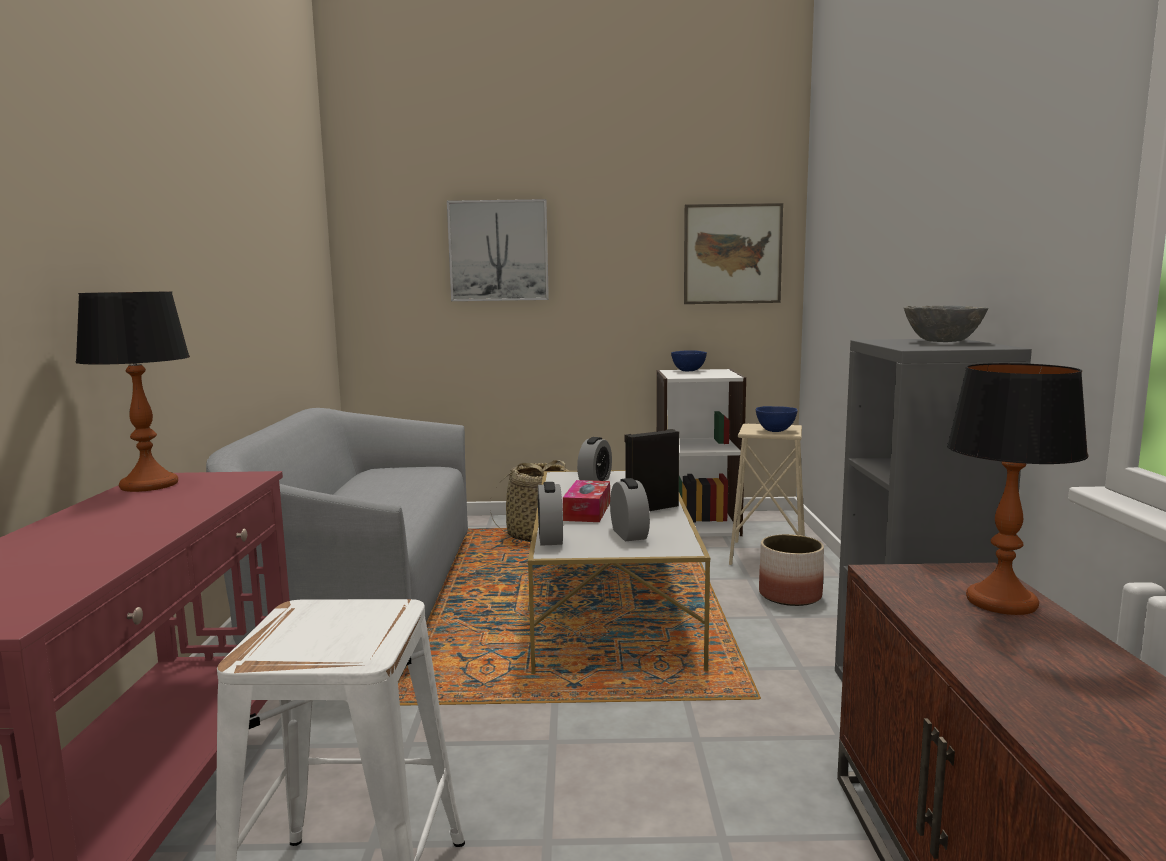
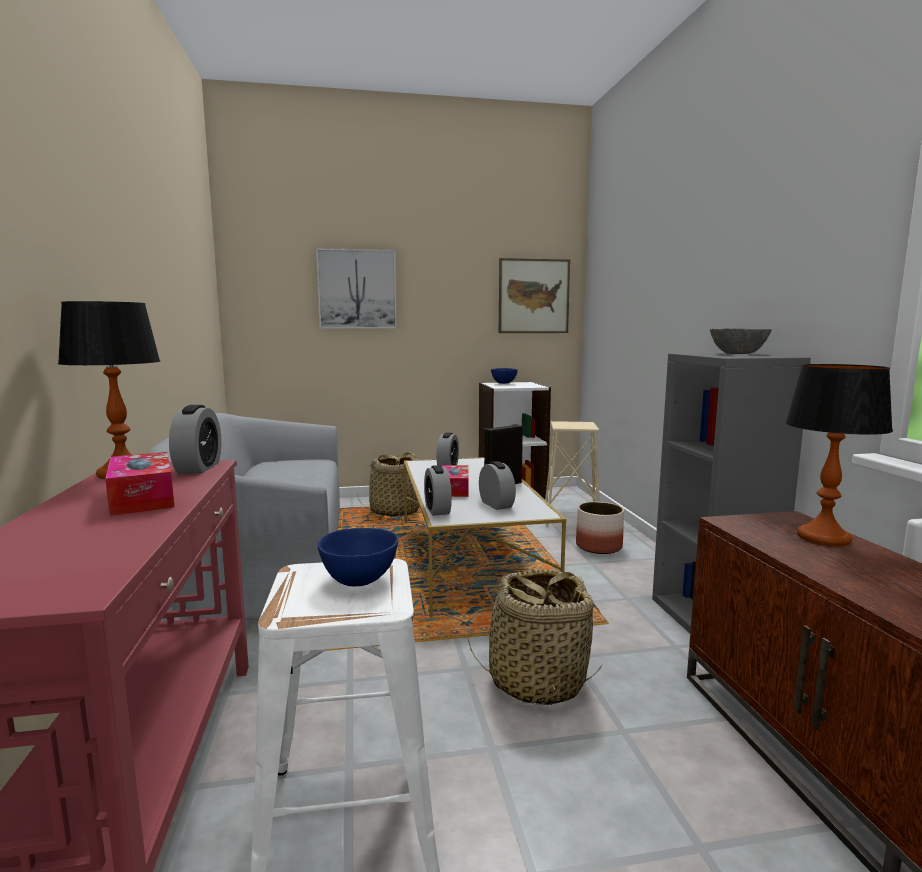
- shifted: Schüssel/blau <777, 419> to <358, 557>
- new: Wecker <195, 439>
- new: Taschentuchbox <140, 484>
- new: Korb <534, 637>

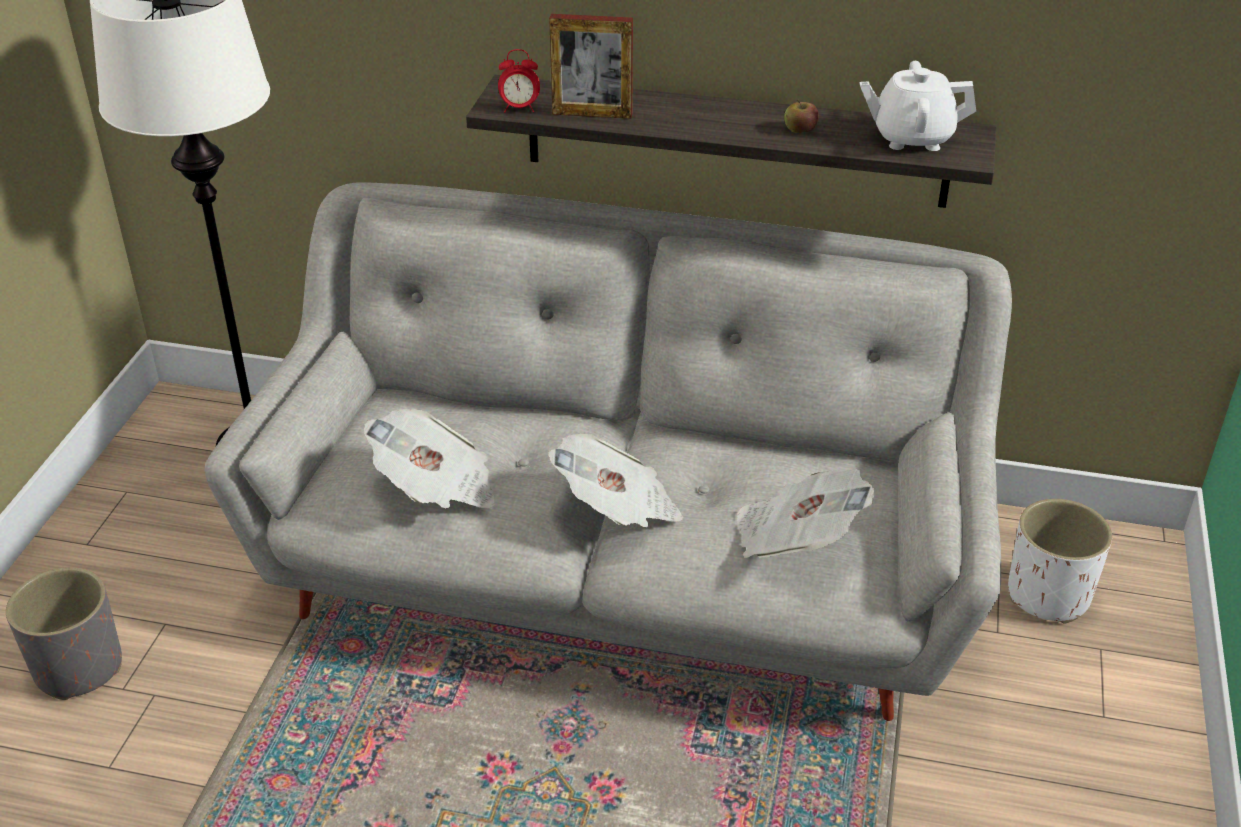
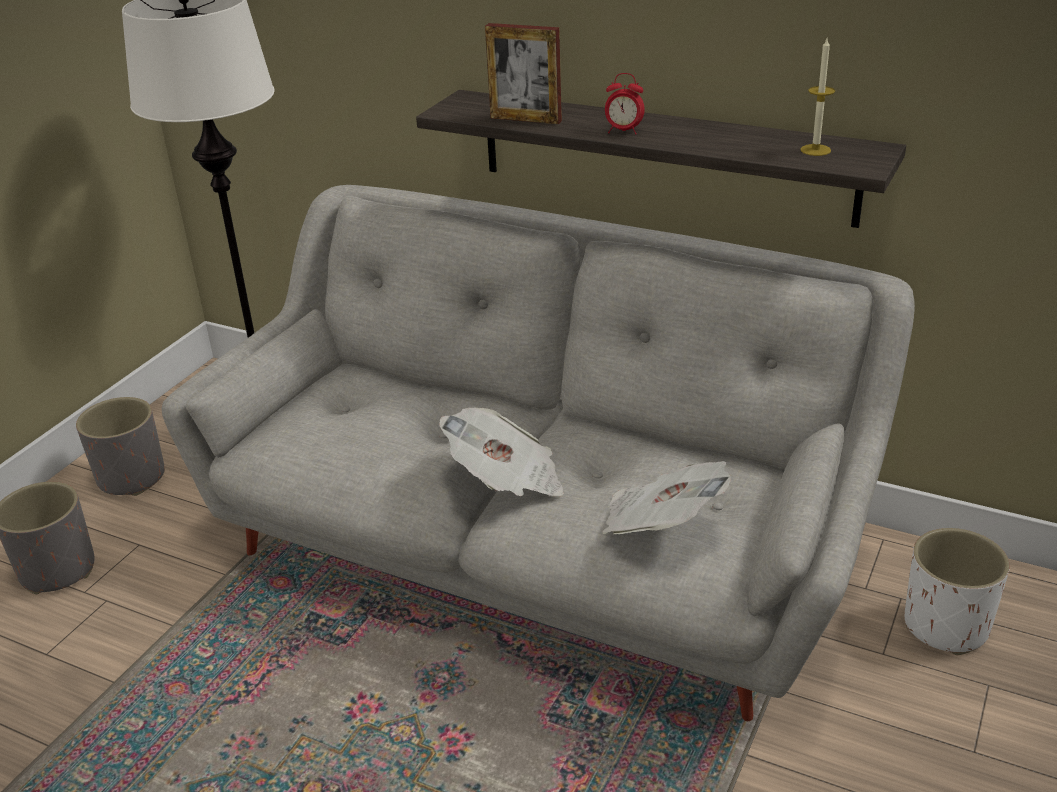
- shifted: Wecker <519, 80> to <625, 104>
- swapped: Teekanne/weiß <918, 106> to Kerze <817, 97>
- gone: Apfel <801, 116>
- gone: Zeitung <429, 459>
- new: Pflanzkübel/grau <120, 446>

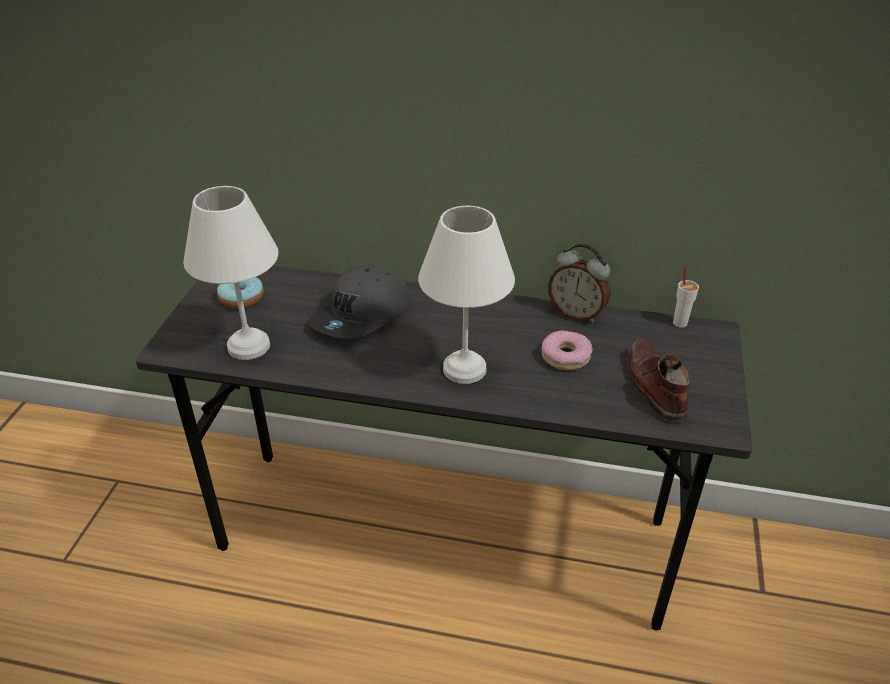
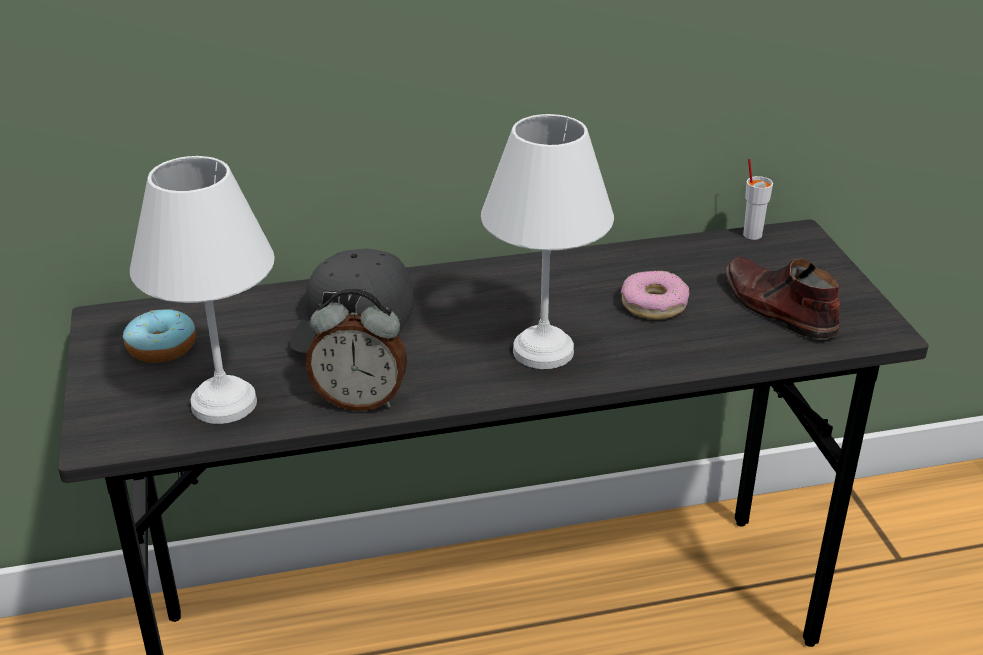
- shifted: Wecker <579, 283> to <356, 349>

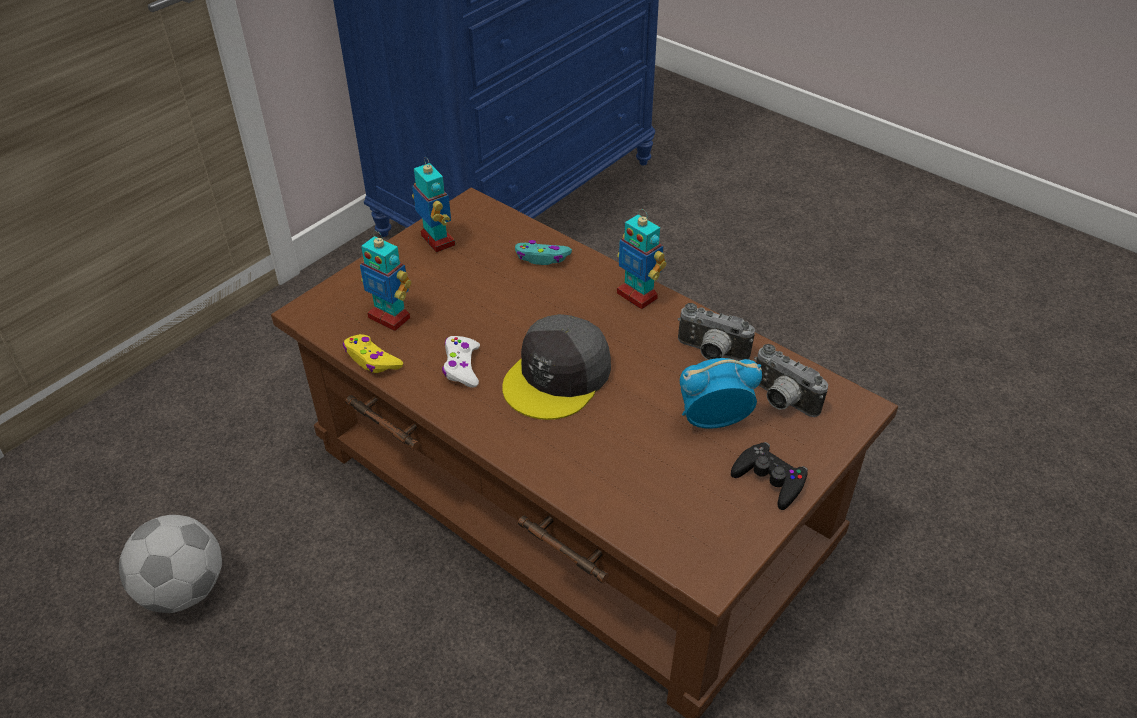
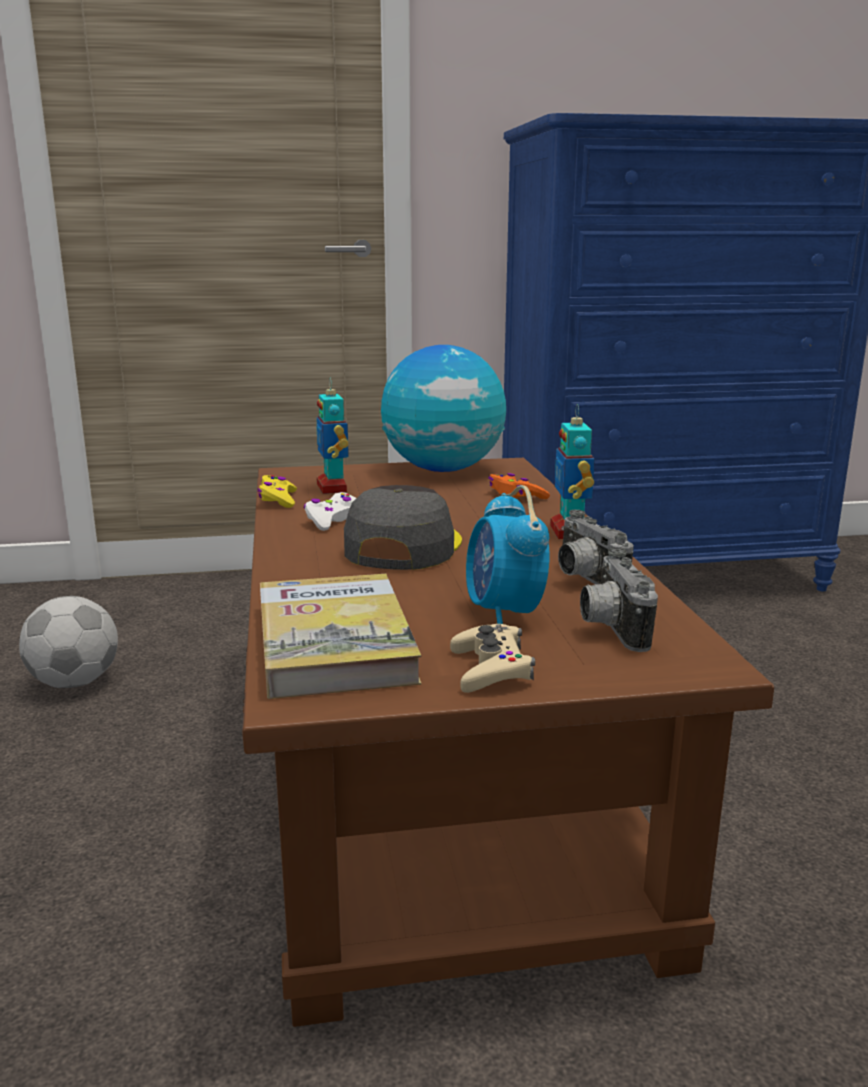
- swapped: Spielzeugroboter <433, 205> to Globus <443, 408>
- repainted: Gamepad/türkis <543, 252> to Gamepad/orange <519, 486>
- rotated: Kappe/grau <556, 367> = <403, 527> 120 degrees clockwise
- rotated: Wecker <721, 393> = <508, 554> 135 degrees counterclockwise
- repainted: Gamepad/schwarz <769, 476> to Gamepad/beige <492, 658>
- new: Buch <341, 636>

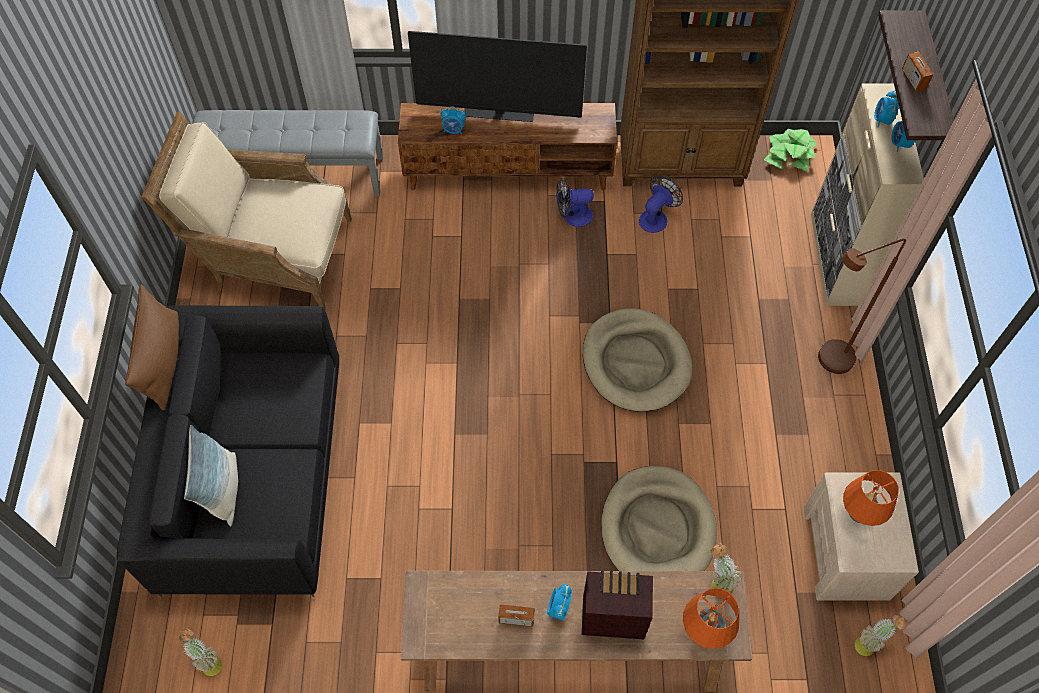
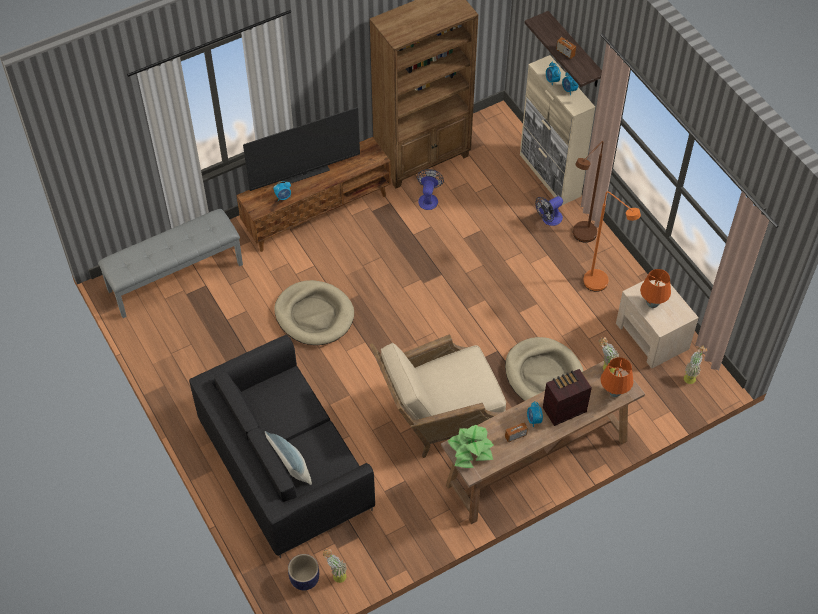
- shifted: Sessel/beige <246, 211> to <438, 396>
- shifted: Topfpflanze <790, 150> to <471, 446>
- shifted: Ventilator <575, 202> to <549, 211>
- gone: Kissen/braun <152, 348>
- shifted: Hundebett/beige <637, 360> to <314, 312>
- new: Stehlampe/orange <612, 241>
- new: Pflanzkübel <303, 572>

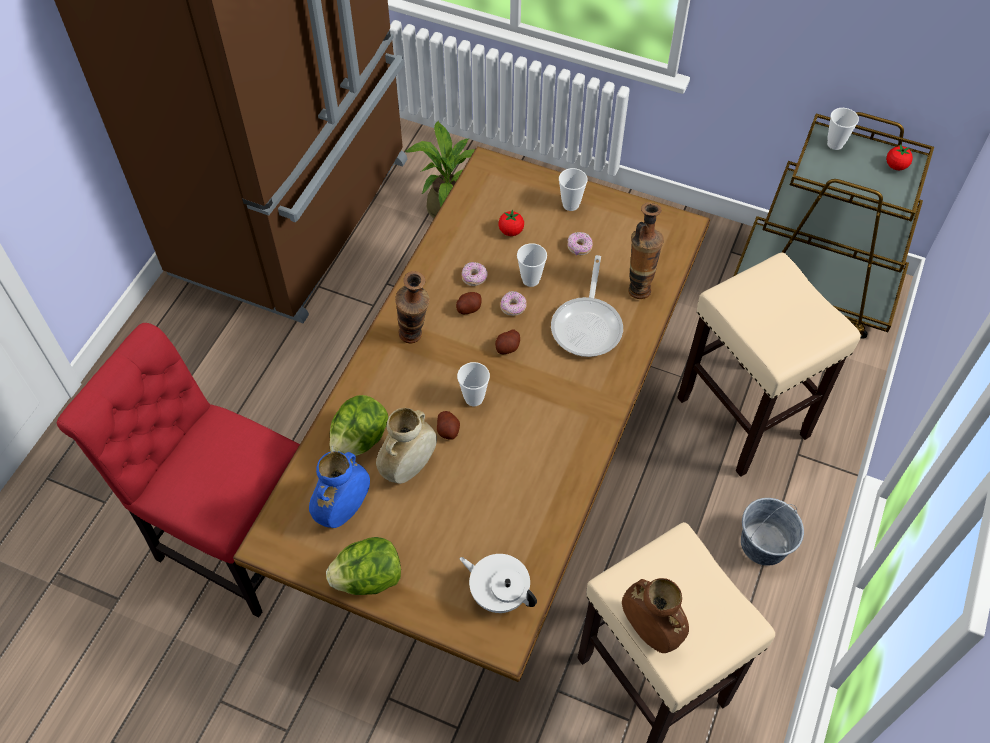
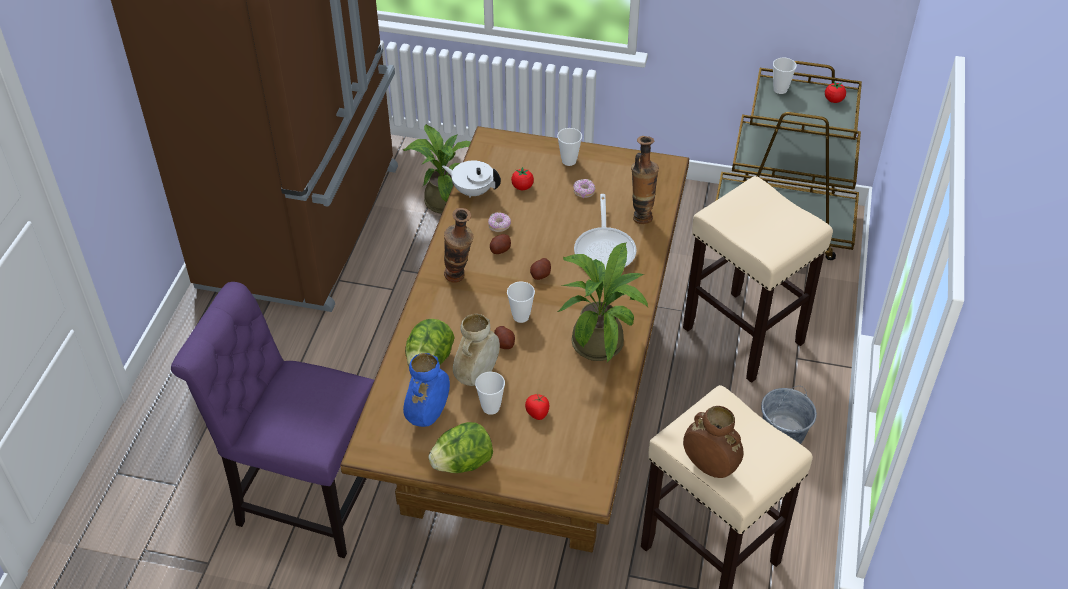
- shifted: Tasse <532, 265> to <490, 393>
- gone: Donut <513, 303>
- repainted: Stuhl/rot <178, 470> to Stuhl/lila <272, 420>
- shifted: Teekanne/weiß <498, 583> to <471, 179>
- new: Topfpflanze <602, 303>
- new: Tomate <537, 407>

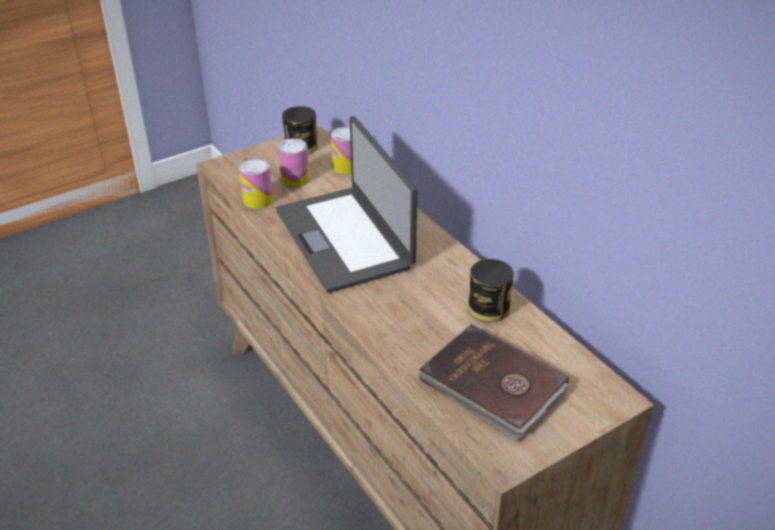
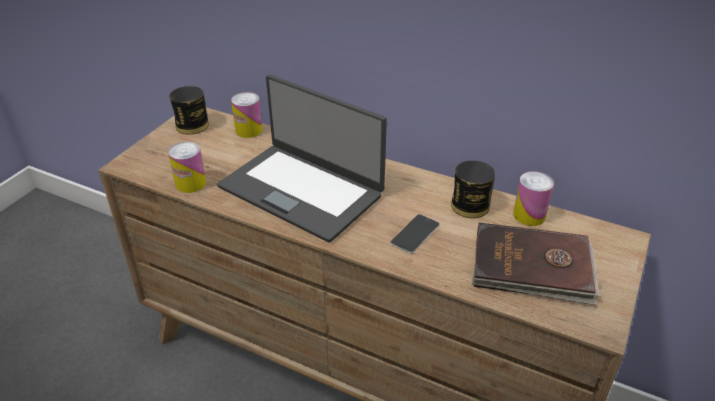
- shifted: Dose <294, 162> to <533, 198>
- new: Handy <415, 234>

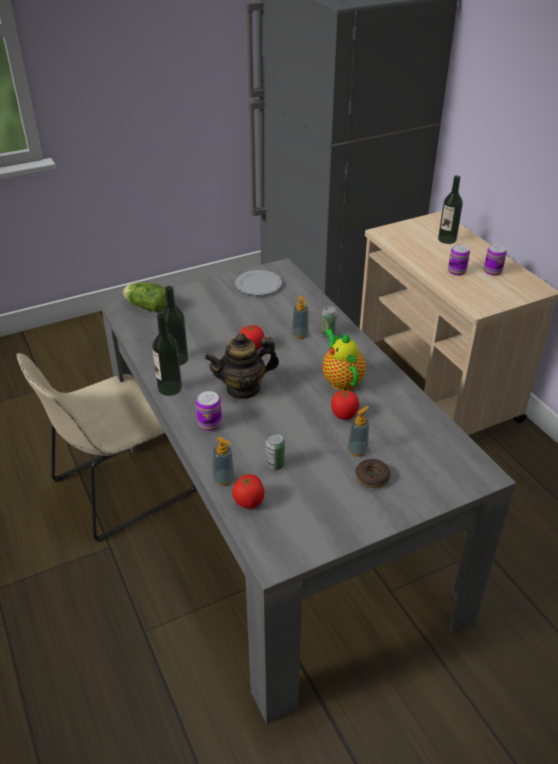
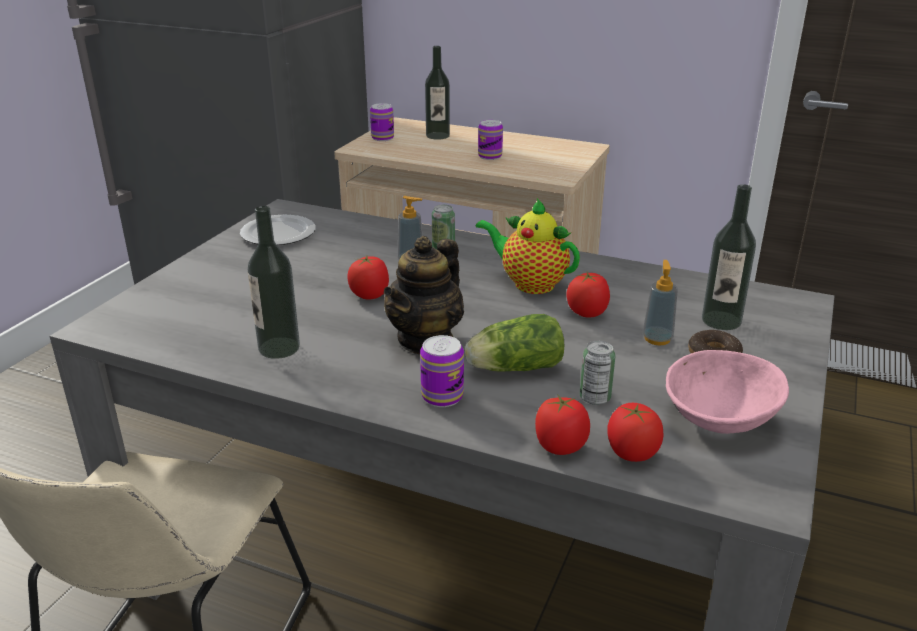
- shifted: Dose <495, 260> to <382, 122>
- shifted: Salatkopf <145, 297> to <514, 342>
- shifted: Flasche <167, 354> to <729, 257>
- swapped: Seifenspender <223, 461> to Tomate <562, 424>
- new: Schüssel/rosa <727, 392>

